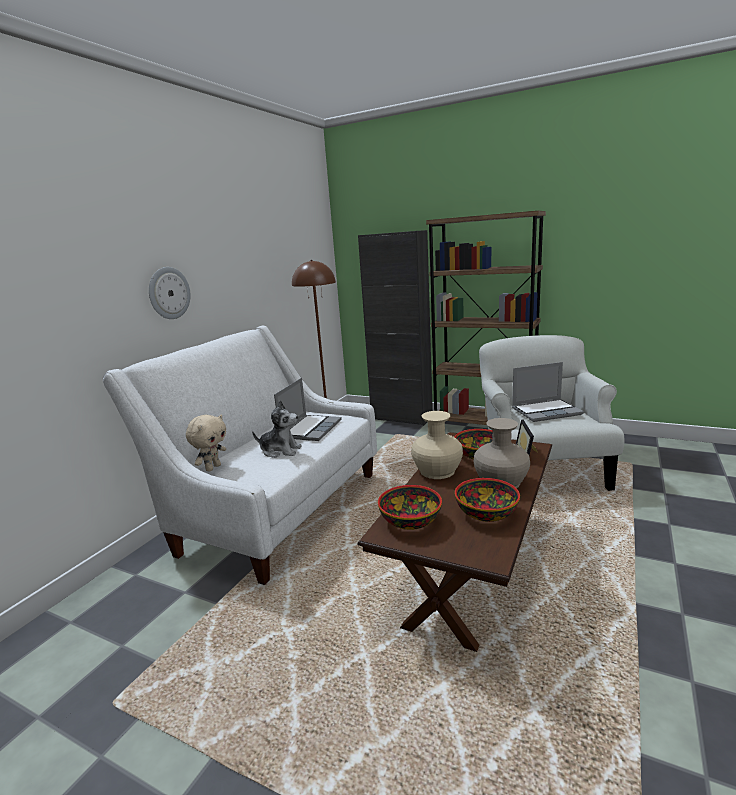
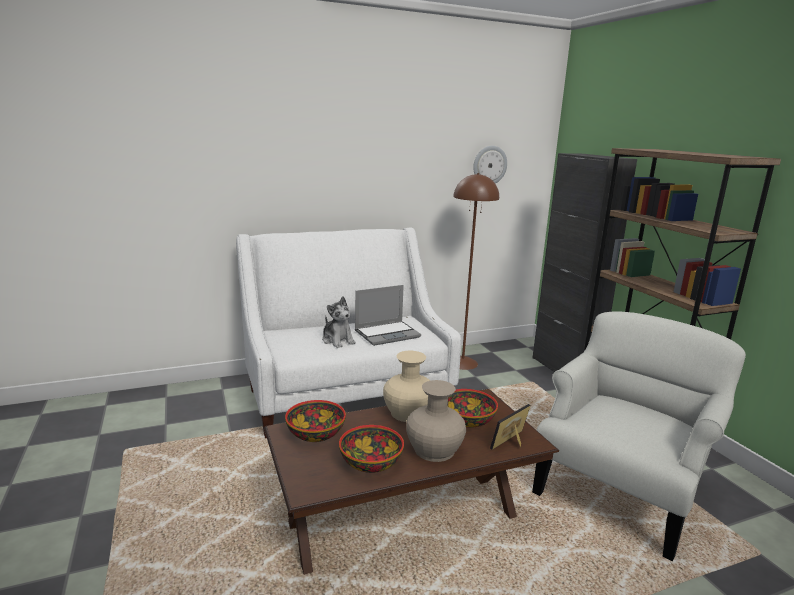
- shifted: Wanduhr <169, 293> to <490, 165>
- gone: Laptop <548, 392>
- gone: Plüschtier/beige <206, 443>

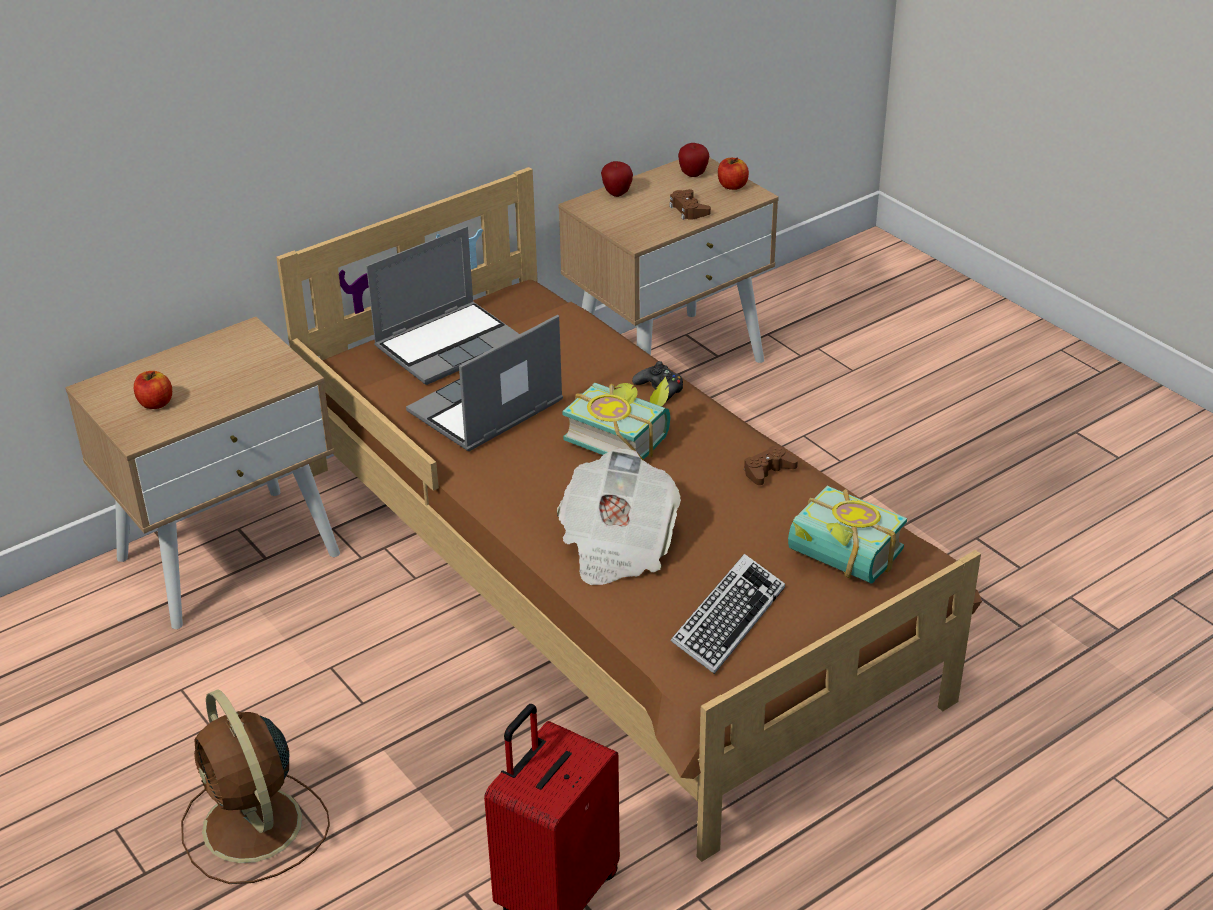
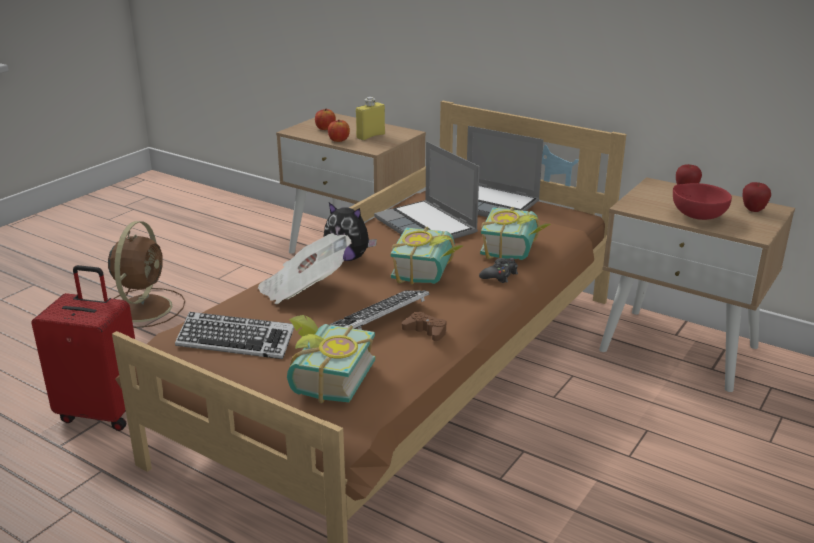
- shifted: Apfel <733, 174> to <339, 131>
- swapped: Gamepad/braun <690, 204> to Schüssel/rot <702, 201>
- rotated: Laptop <484, 383> = <427, 190> 150 degrees counterclockwise
- rotated: Ventilator/braun <255, 787> = <146, 274> 150 degrees clockwise
- new: Flasche/gelb <370, 118>
- new: Plüschtier <350, 232>
- new: Buch <515, 233>
- new: Tastatur <379, 310>

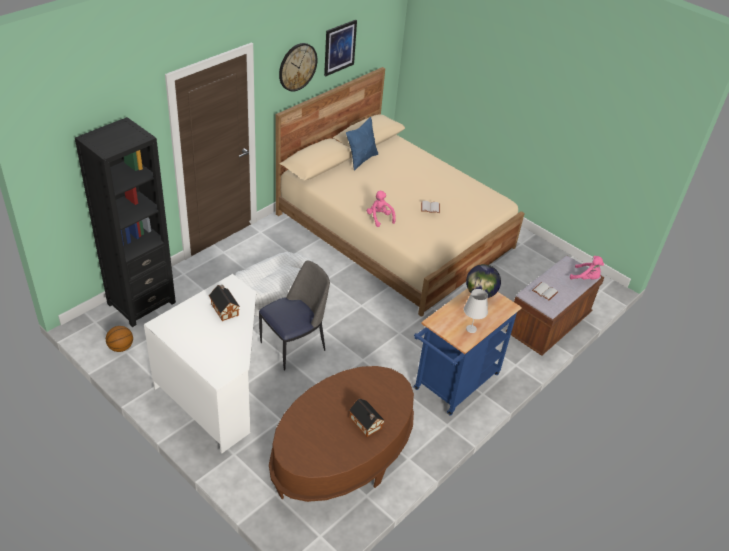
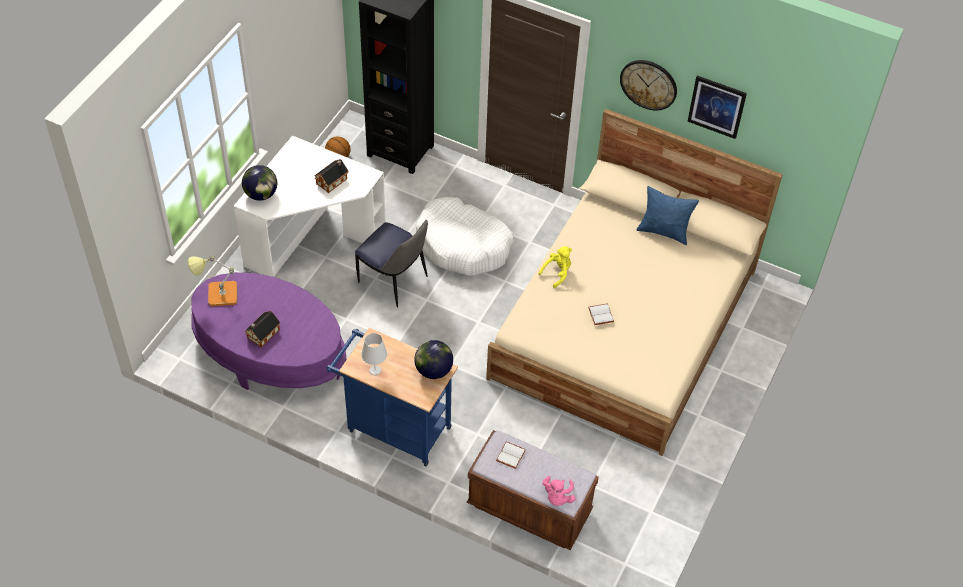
- repainted: Plüschtier/rosa <381, 209> to Plüschtier/gelb <555, 267>
- repainted: Couchtisch/braun <341, 434> to Couchtisch/lila <268, 331>
- new: Globus <259, 183>
- new: Tischlampe <212, 280>

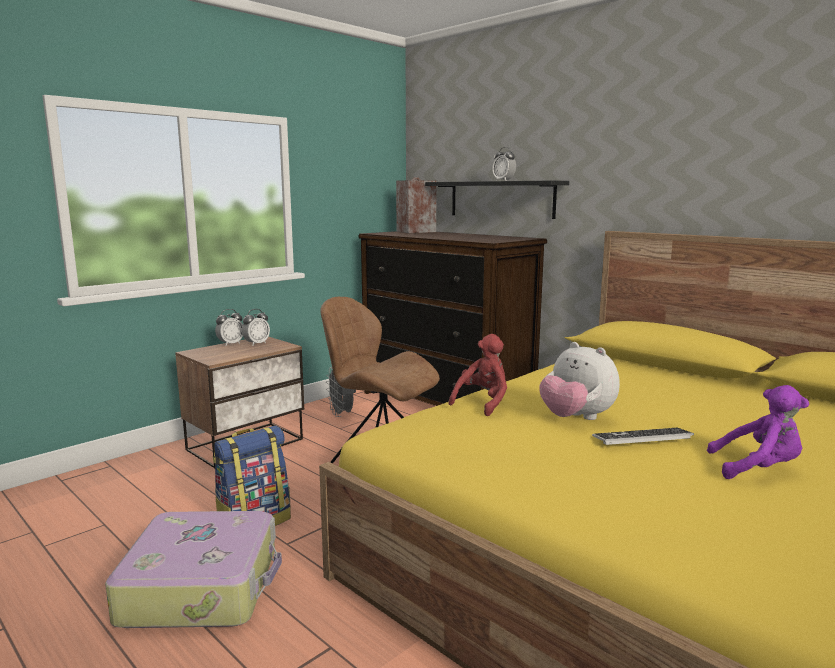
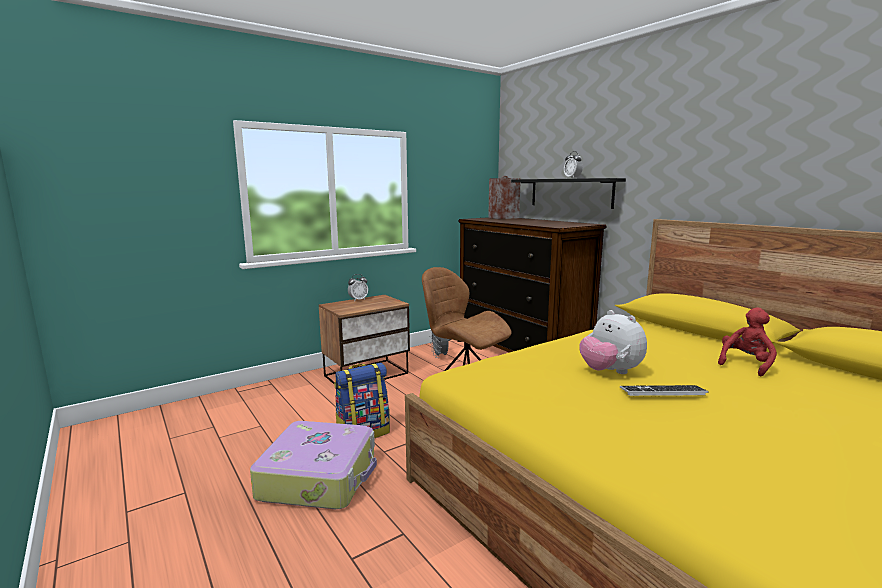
- gone: Wecker <256, 327>
- shifted: Plüschtier/rot <477, 375> to <747, 341>
- gone: Plüschtier/lila <758, 432>

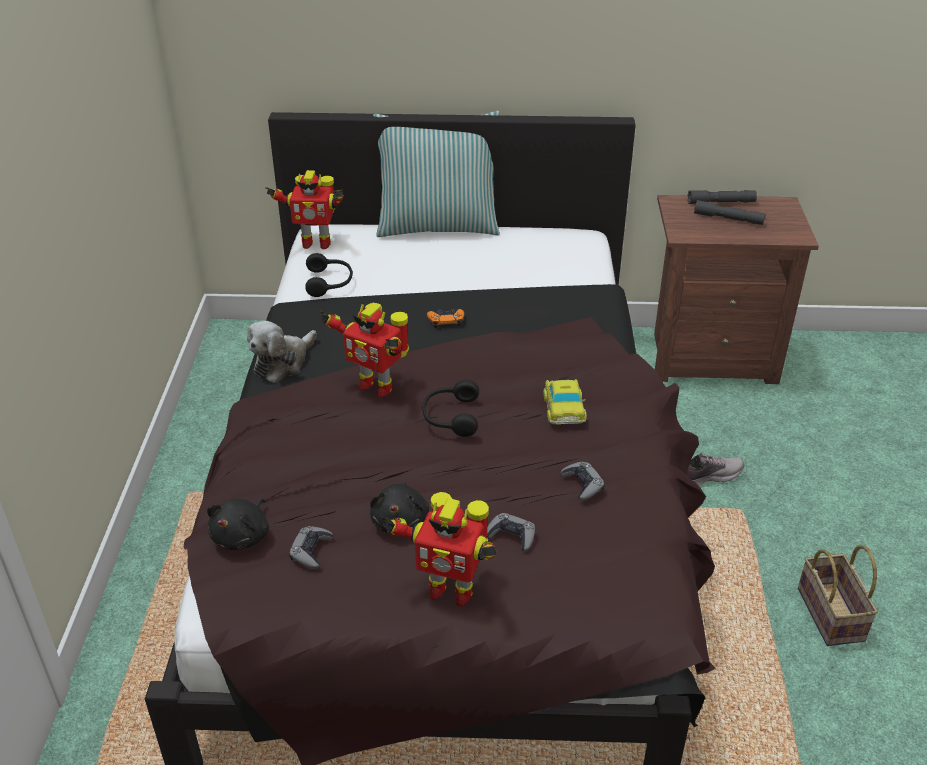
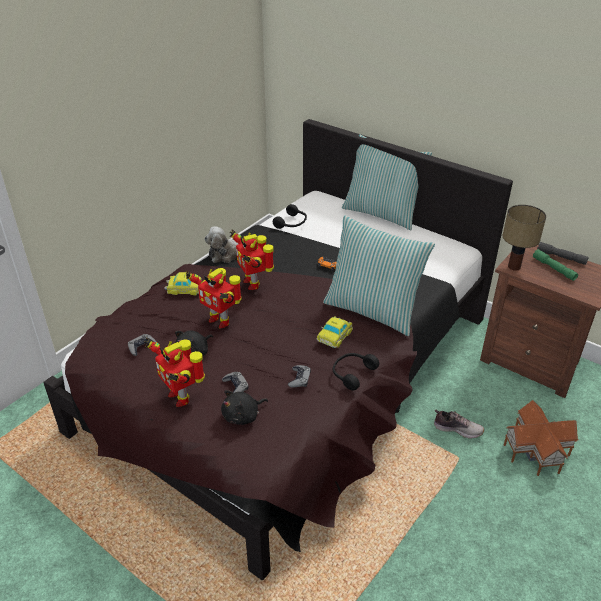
- shifted: Spielzeugroboter <304, 209> to <214, 298>
- repainted: Taschenlampe/grau <730, 212> to Taschenlampe/grün <555, 265>
- shifted: Kopfhörer/schwarz <450, 408> to <356, 371>
- shifted: Plüschtier/schwarz <238, 524> to <244, 407>
- gone: Korb <838, 595>
- new: Tischlampe <524, 238>
- new: Kissen <379, 275>
- new: Spielzeugauto <183, 283>
- new: Spielzeughaus <541, 438>

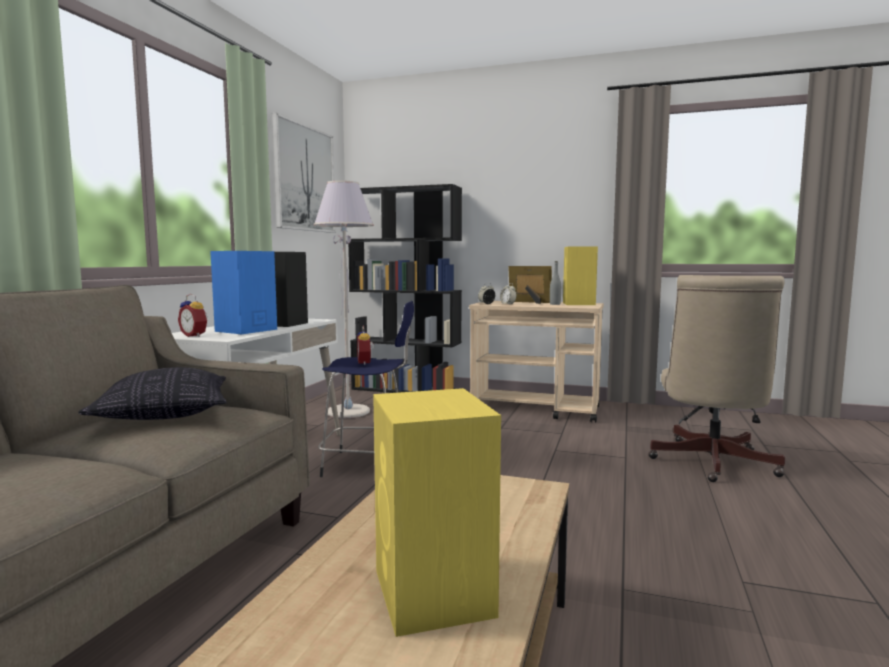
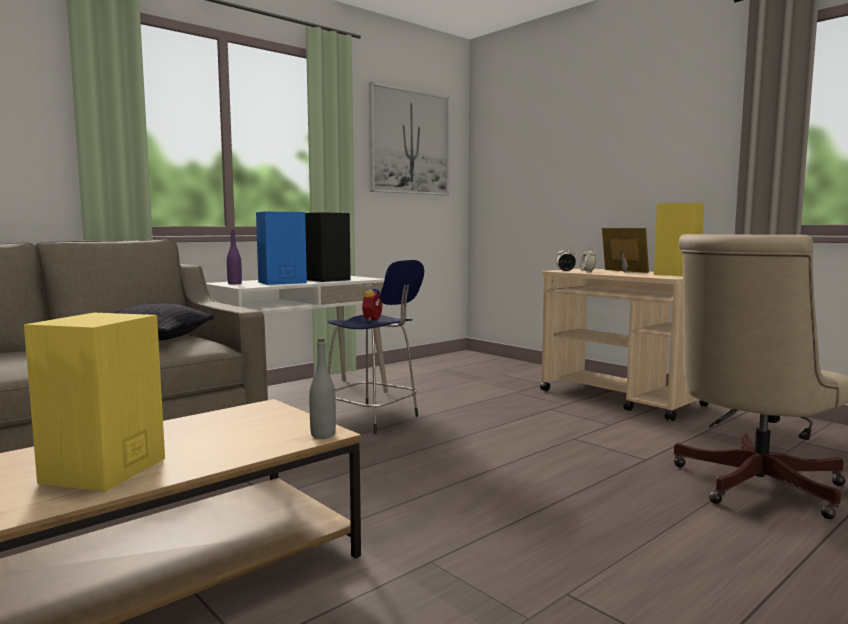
- gone: Stehlampe/grau <344, 299>
- gone: Bücherregal/schwarz <405, 288>
- shifted: Flasche/grau <555, 283> to <322, 389>
- swapped: Wecker <193, 315> to Flasche/lila <234, 257>

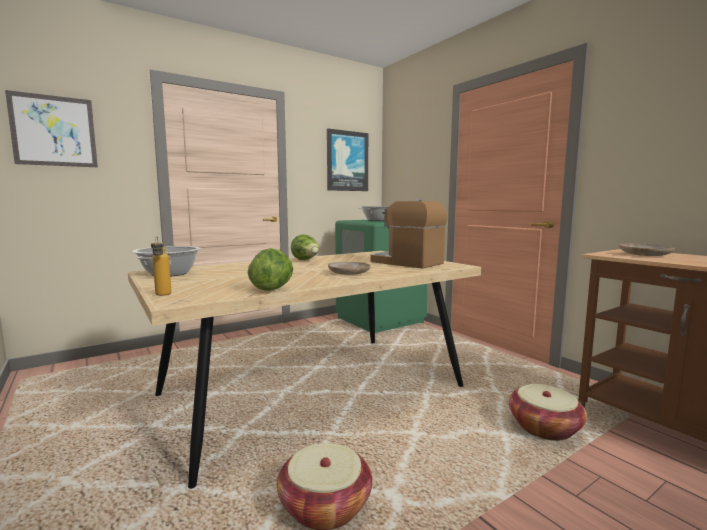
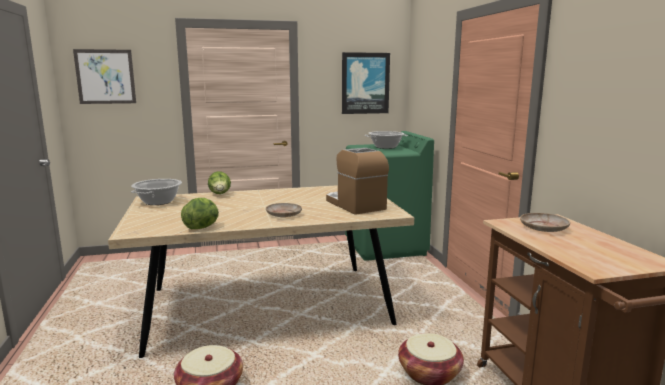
- shifted: Salatkopf <305, 247> to <219, 182>
- gone: Flasche <161, 266>

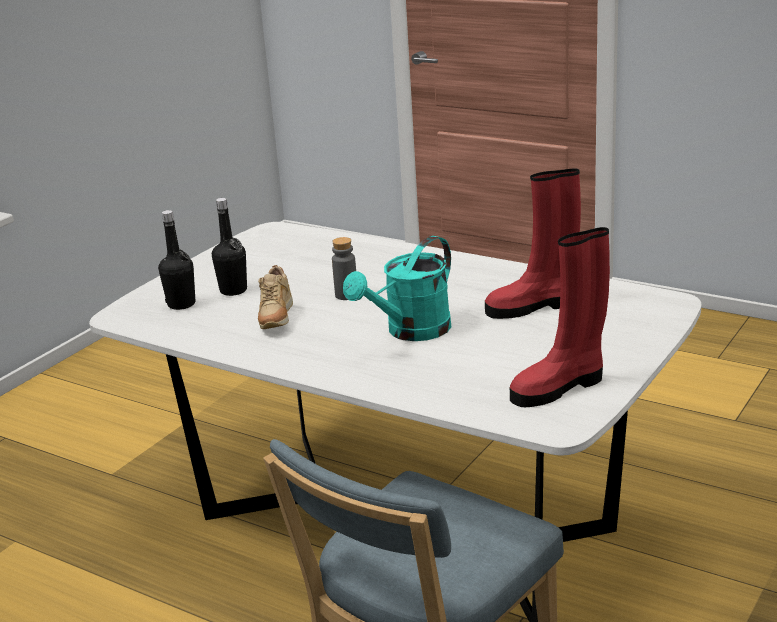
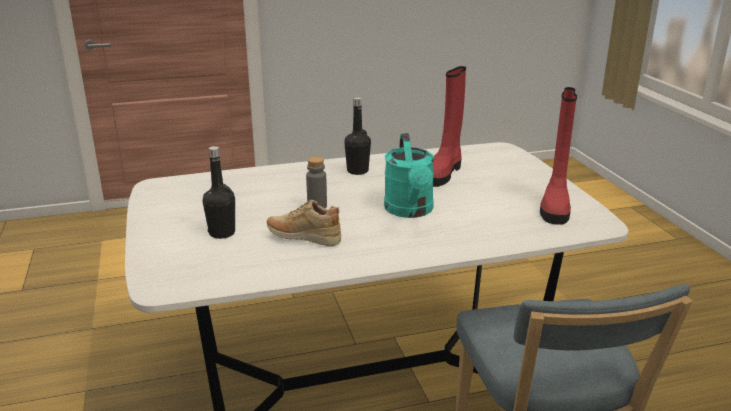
- shifted: Flasche/schwarz <176, 260> to <357, 136>
- rotated: Schuh/beige <275, 297> = <303, 223> 150 degrees clockwise

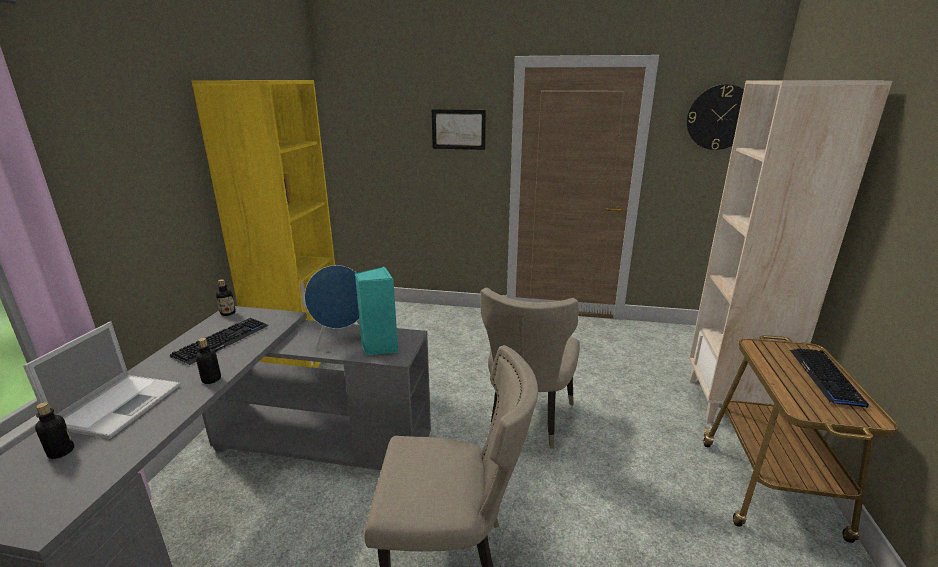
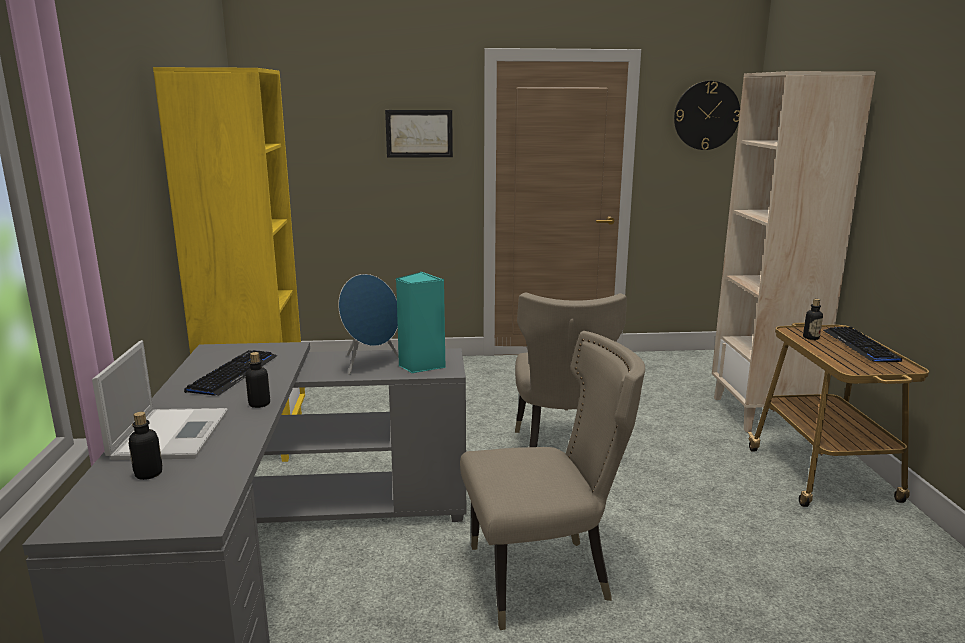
- shifted: Flasche <226, 297> to <813, 319>

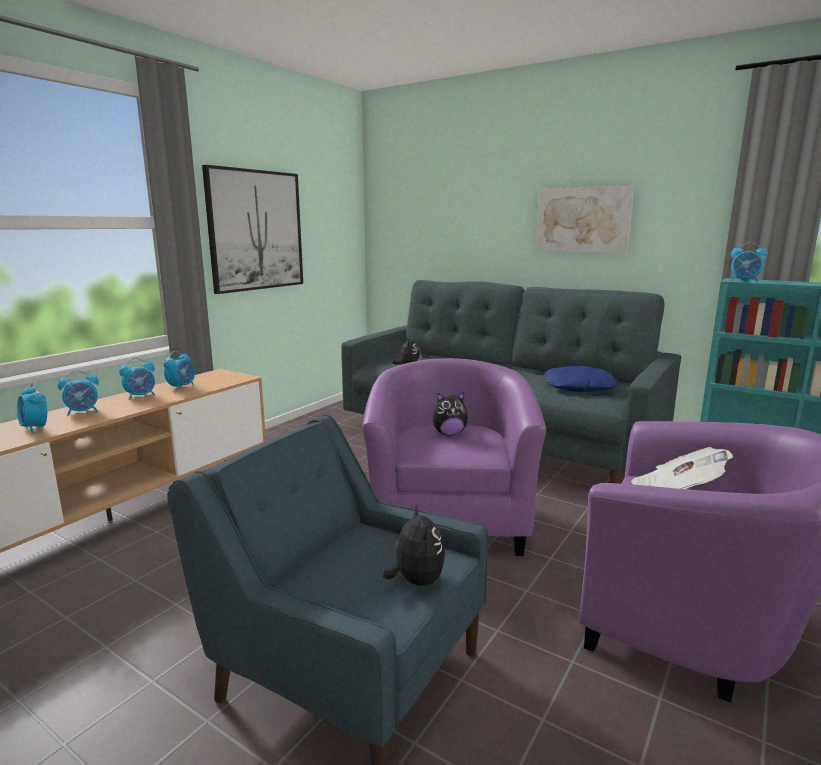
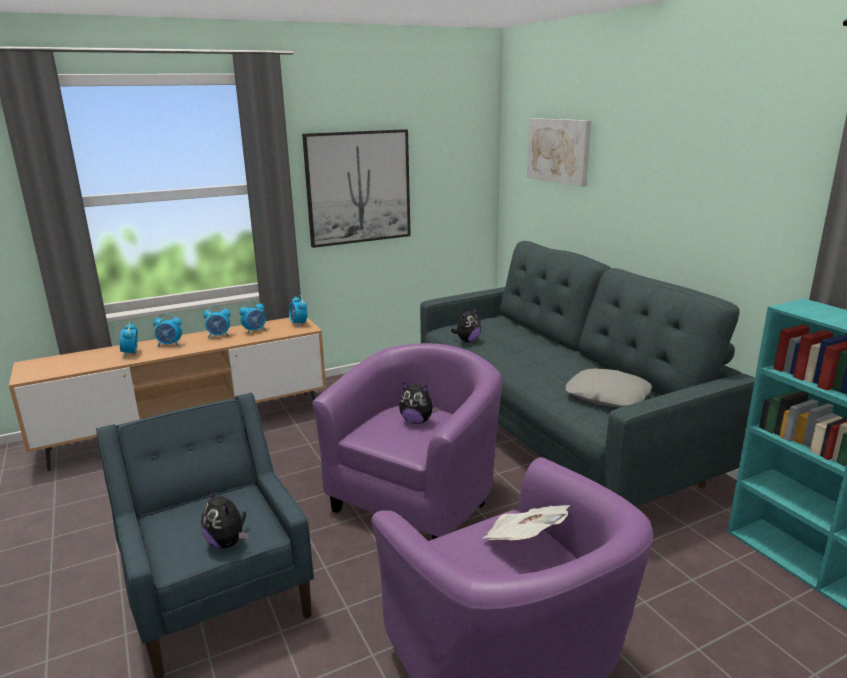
- shifted: Bild <584, 219> to <559, 152>
- shifted: Wecker <749, 262> to <298, 311>
- repainted: Kissen/blau <580, 379> to Kissen/grau <609, 387>
- rotated: Plüschtier <414, 544> = <224, 519> 120 degrees clockwise

